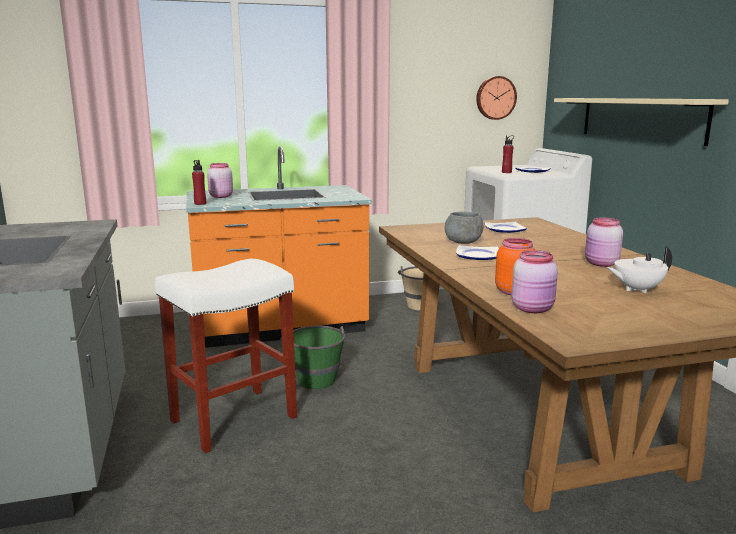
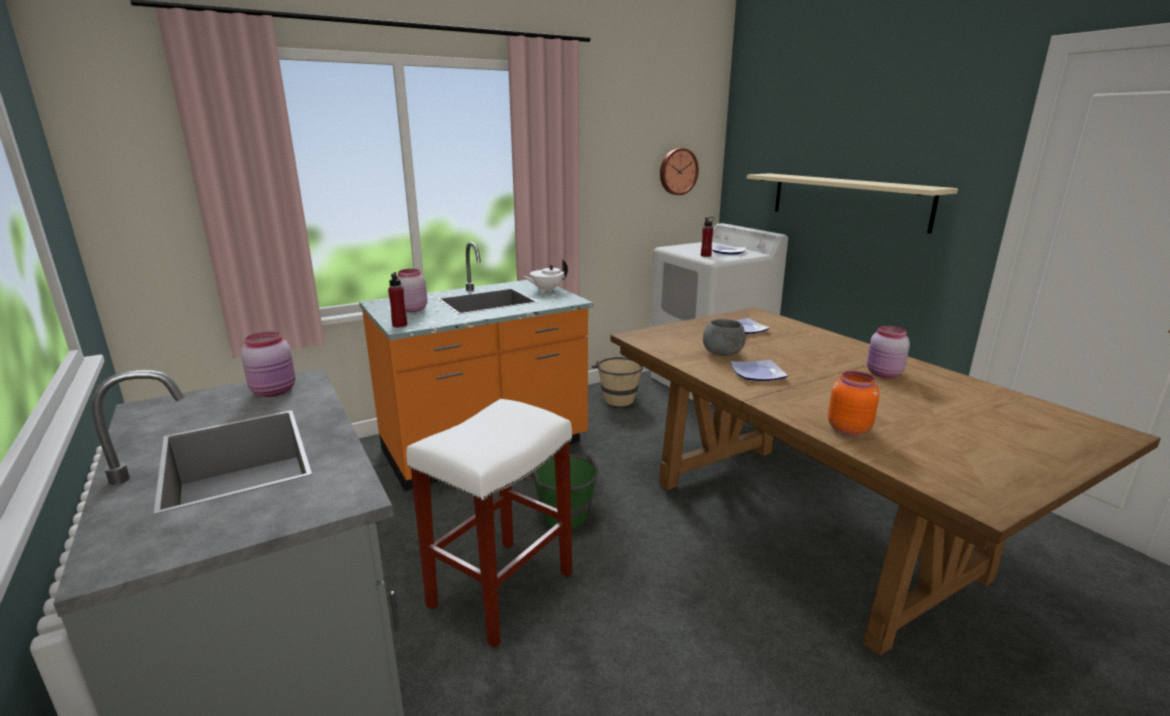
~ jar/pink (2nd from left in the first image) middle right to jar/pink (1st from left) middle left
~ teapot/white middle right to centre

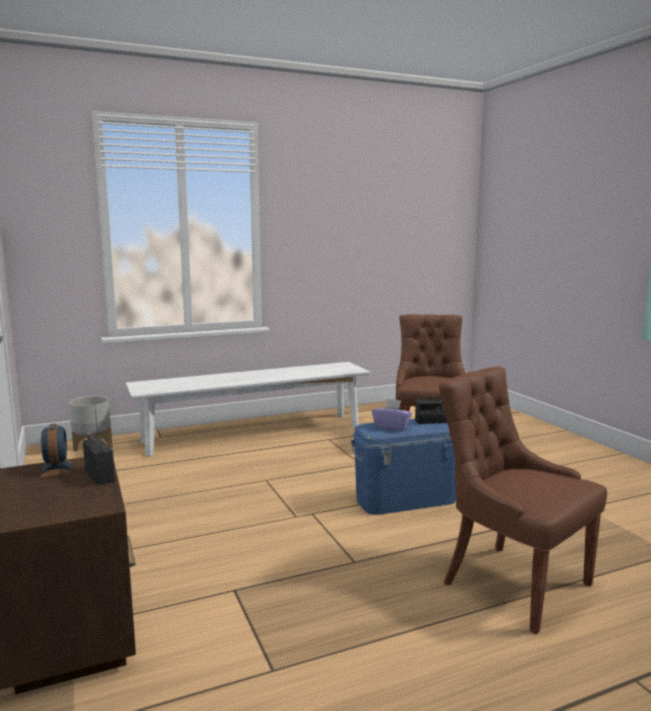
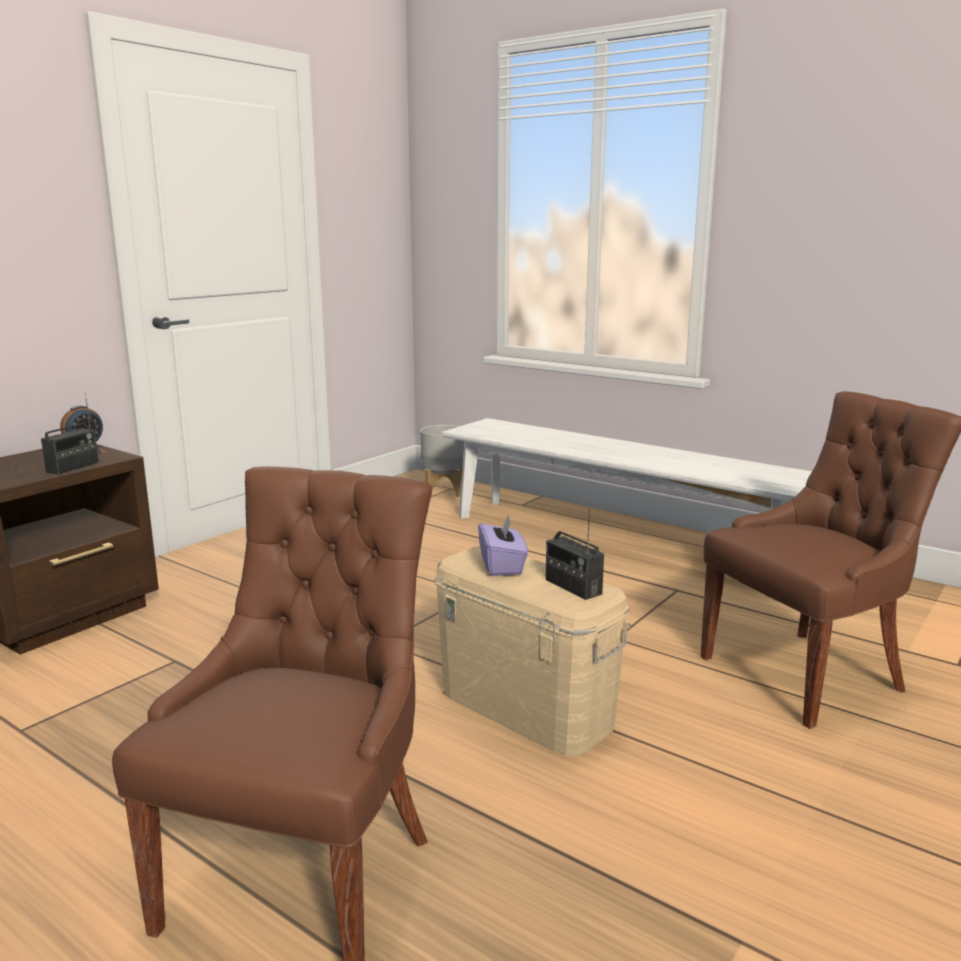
~ storage box/blue centre to storage box/beige bottom centre

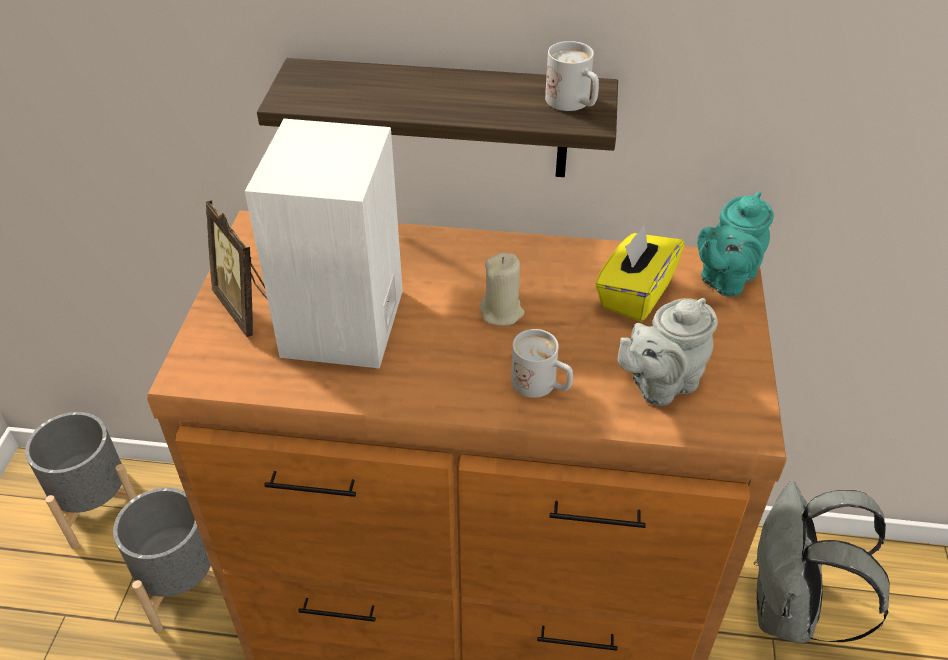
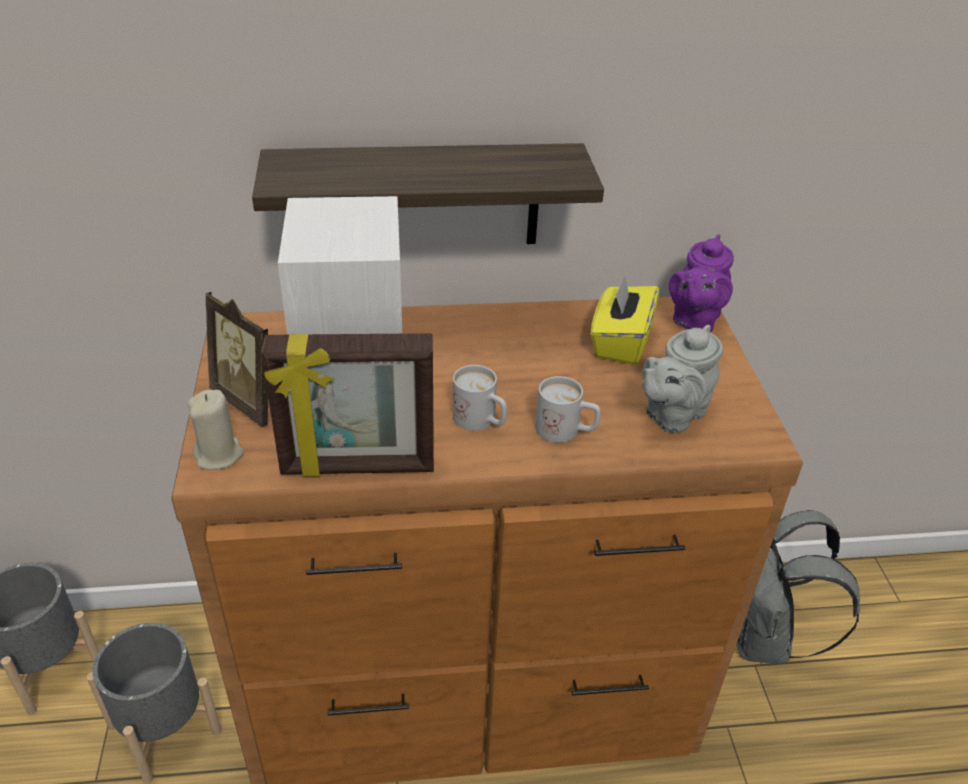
~ candle/beige centre to middle left
~ mug/white (2nd from left in the first image) top centre to mug/white (1st from left) centre
~ teapot/turquoise middle right to teapot/purple middle right
+ picture frame (2nd from left) centre

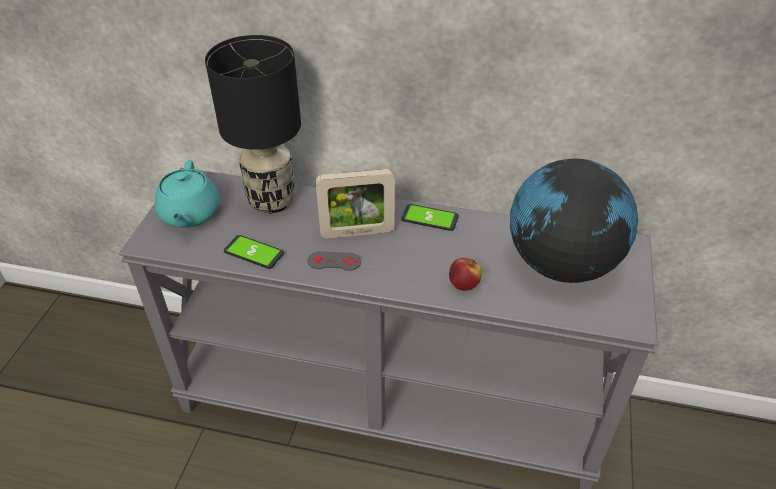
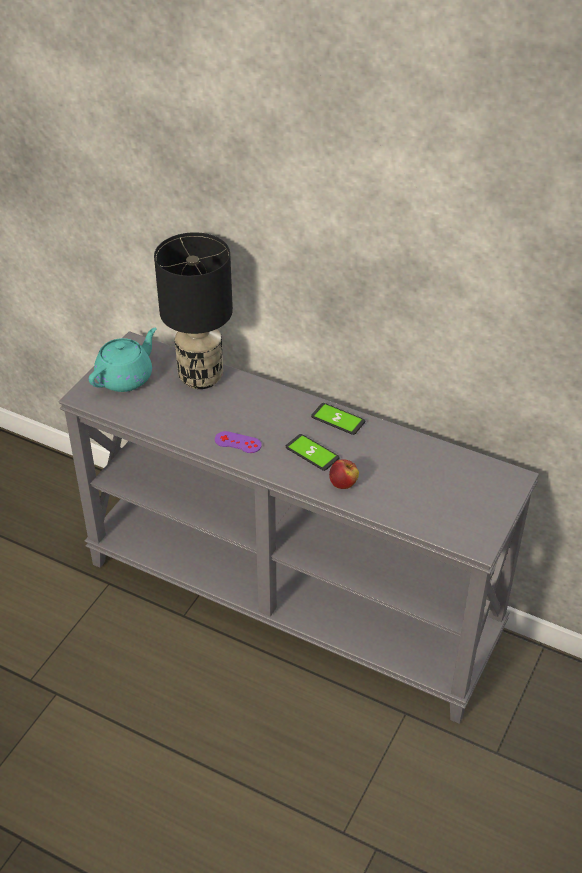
~ teapot/turquoise middle left = middle left 150 degrees counterclockwise
~ phone (1st from left) middle left to centre
~ game controller/grey centre to game controller/purple centre
- picture frame centre
- globe middle right

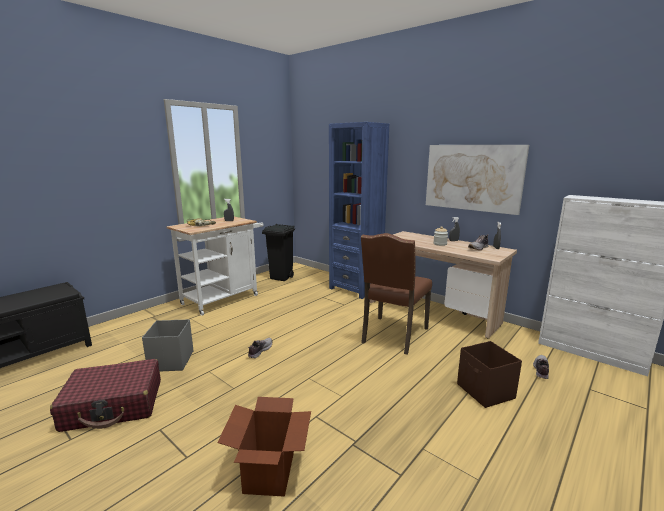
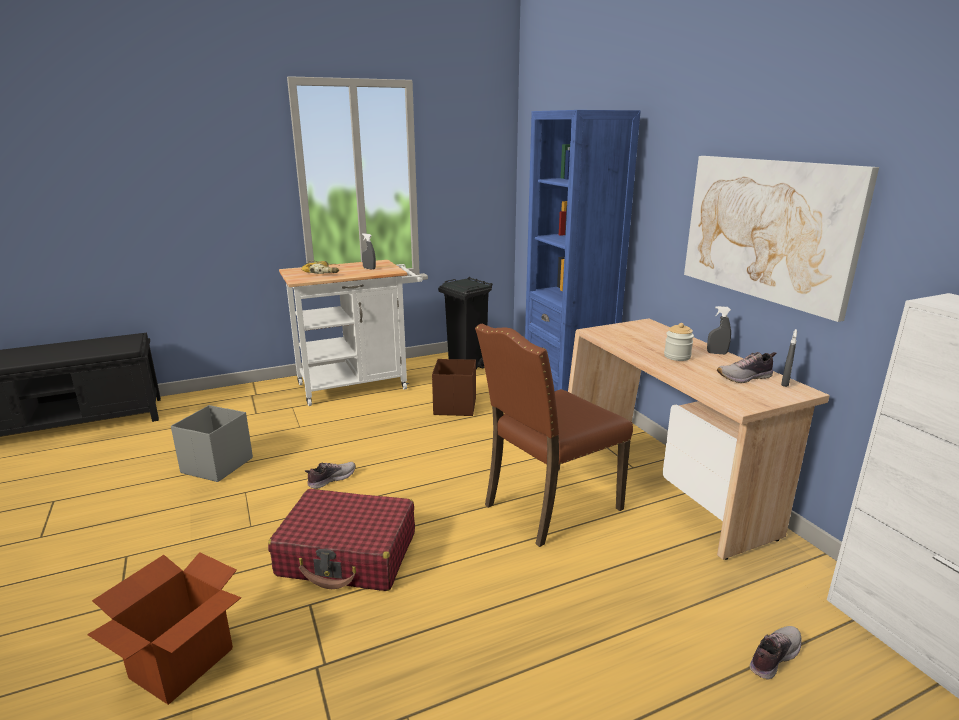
~ suitcase/red bottom left to bottom centre
~ storage box/brown bottom right to centre

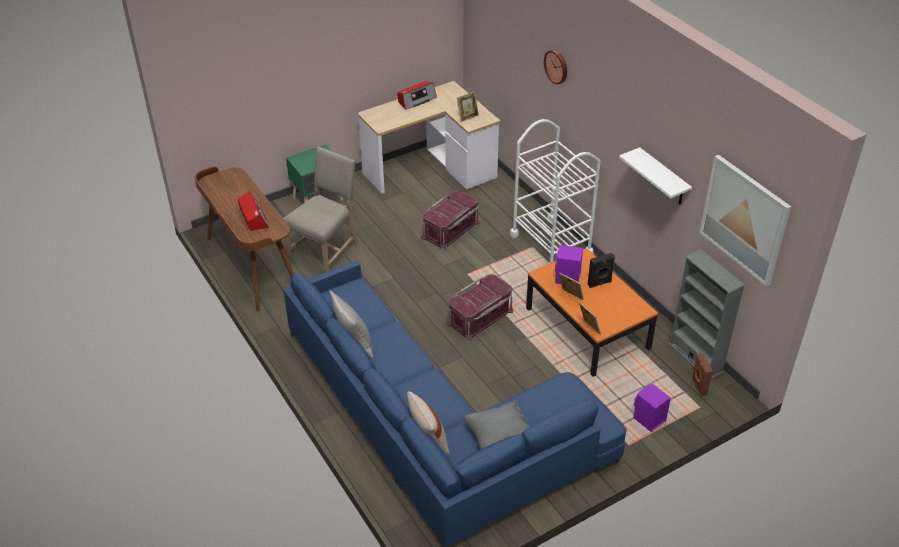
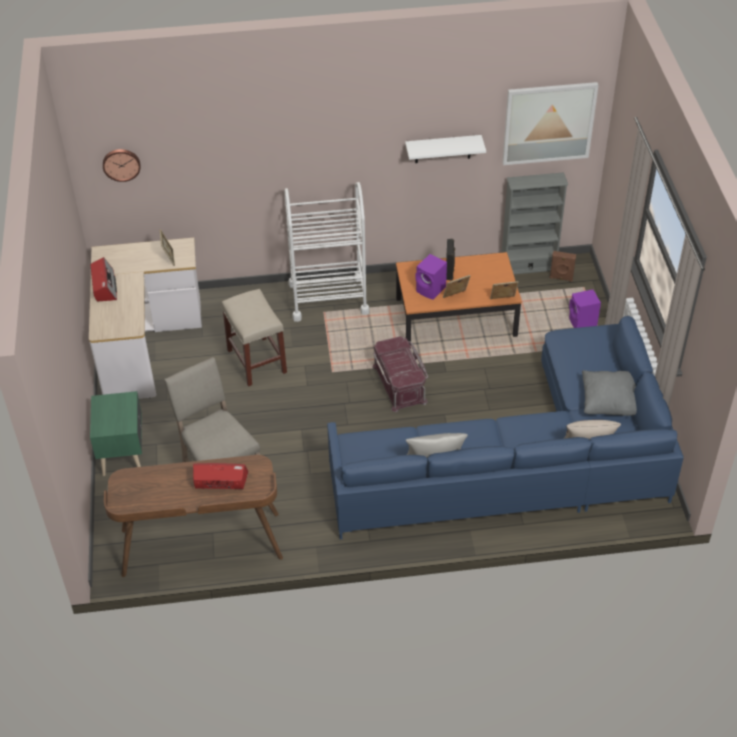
~ storage box/red (1st from left) centre to stool/beige centre
~ wall clock top centre to top left

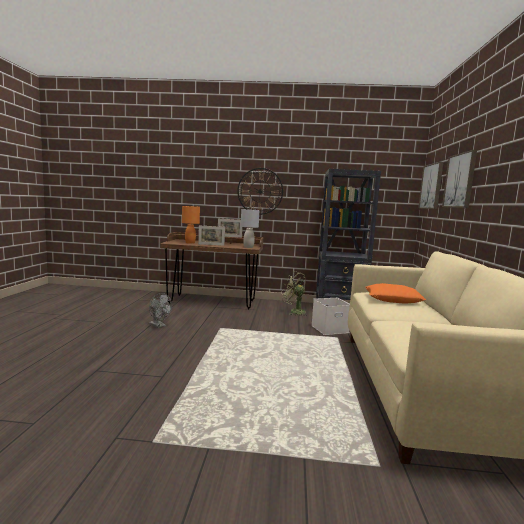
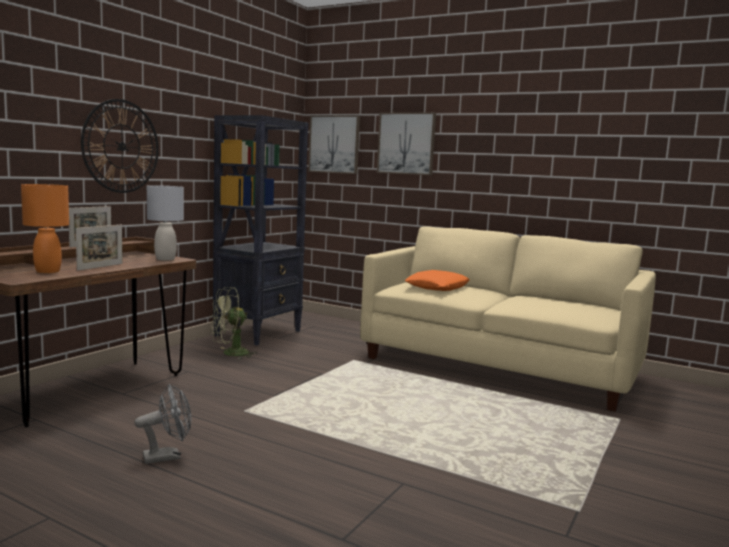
- storage box/white centre

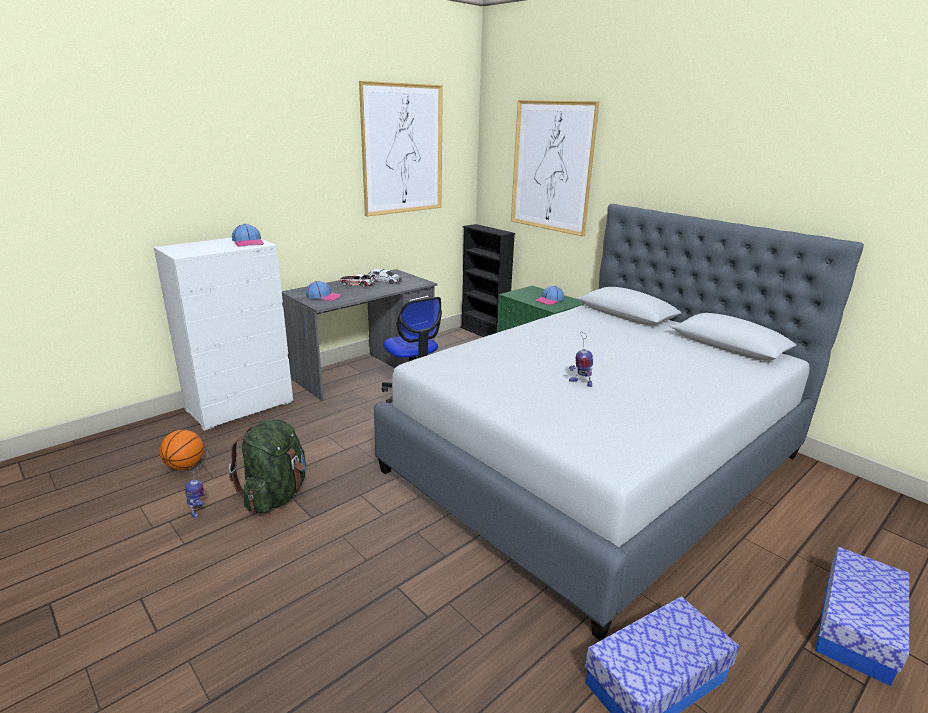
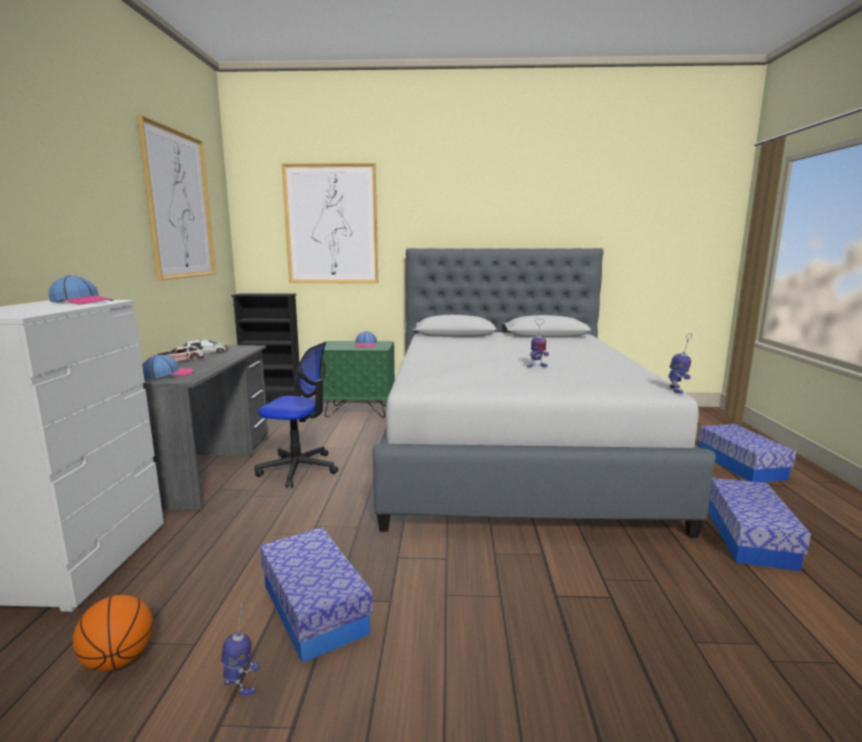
~ backpack/green middle left to storage box (1st from left) bottom centre
+ toy robot (3rd from left) middle right

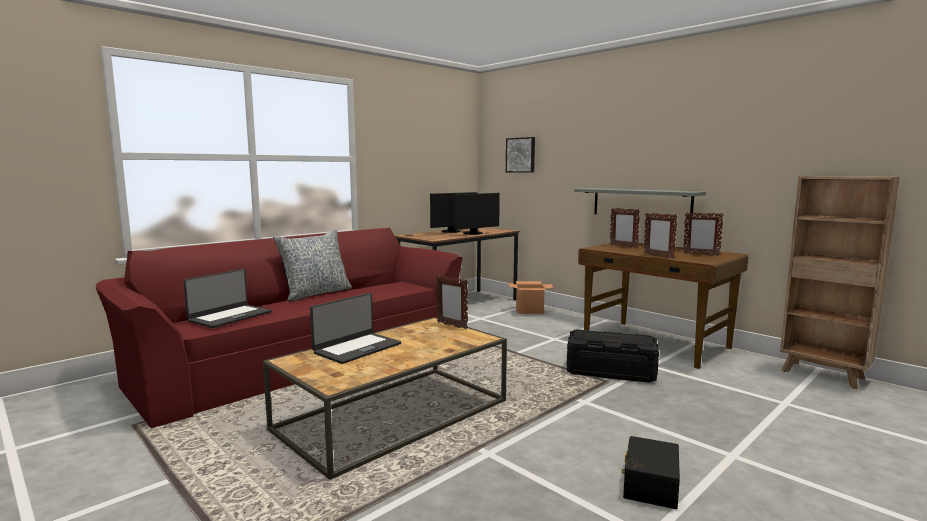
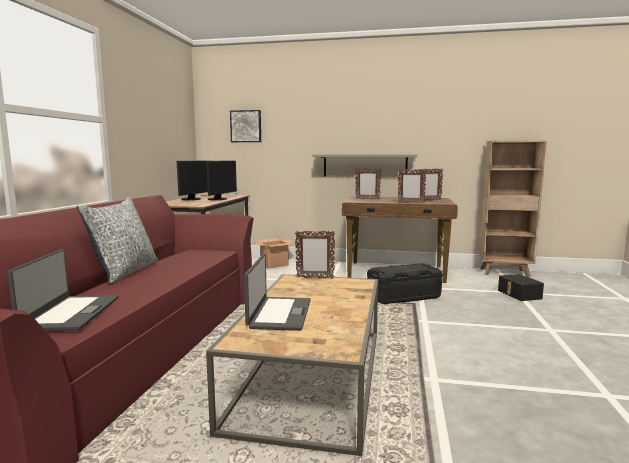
~ storage box/black (2nd from left) bottom right to middle right

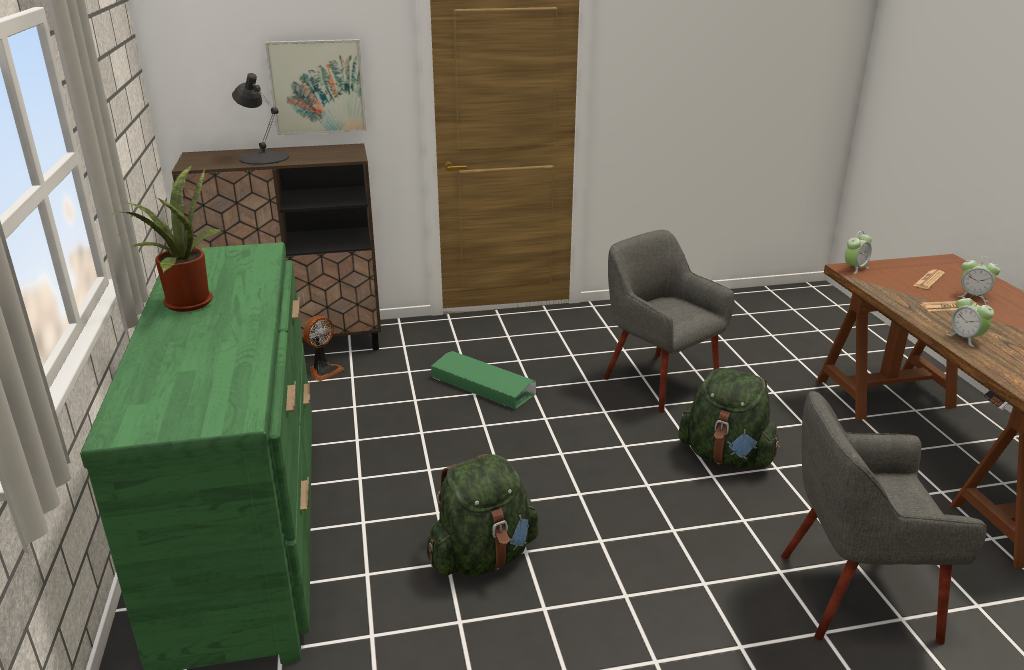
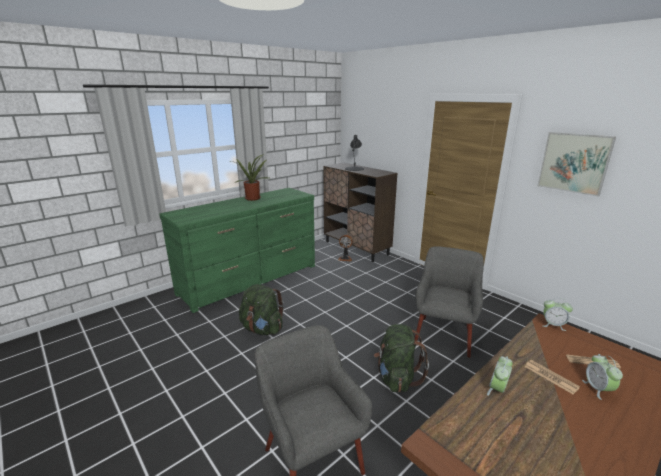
~ picture top left to middle right
- storage box/green centre

